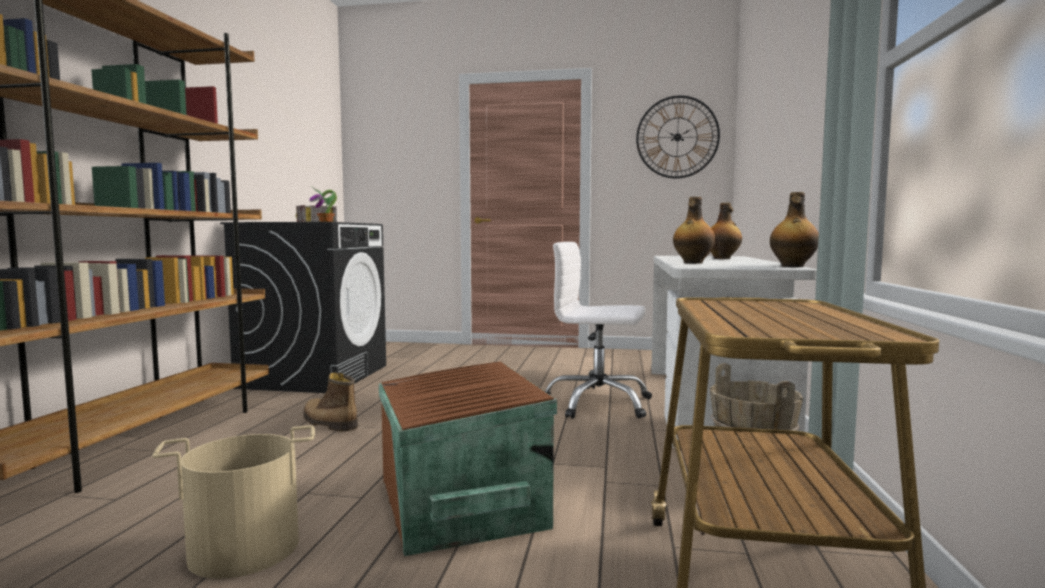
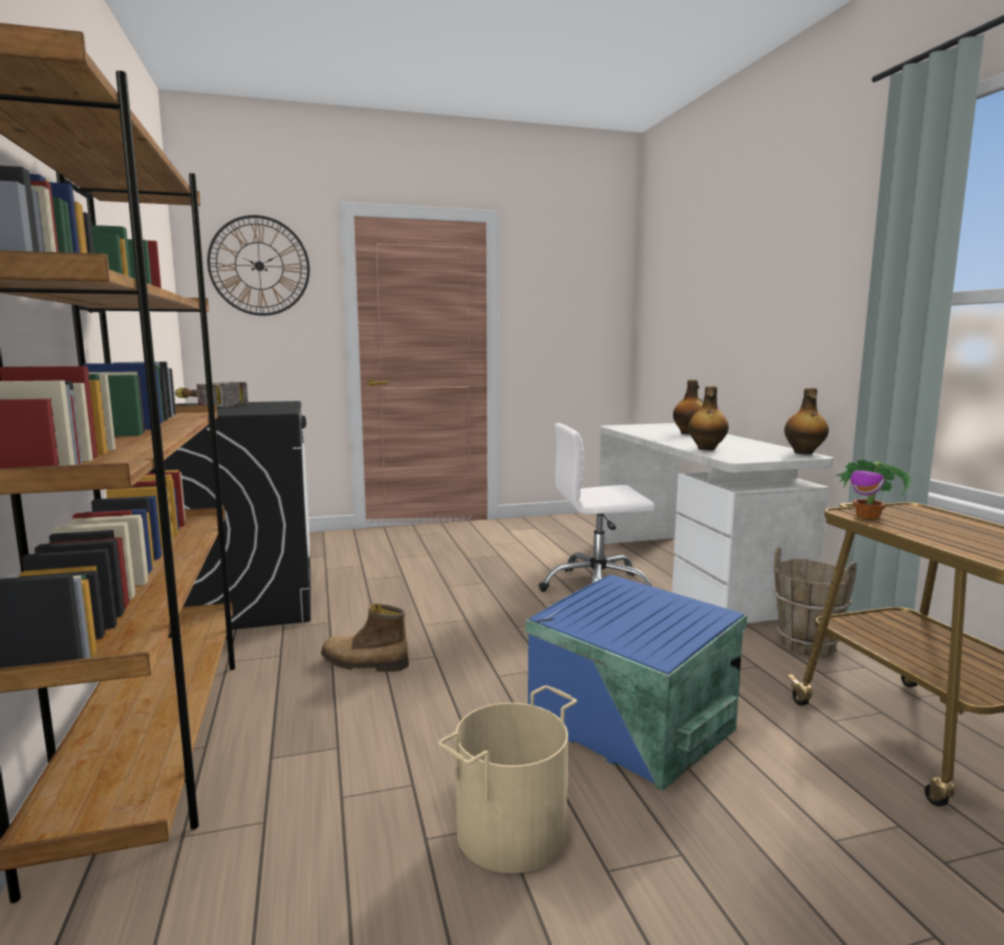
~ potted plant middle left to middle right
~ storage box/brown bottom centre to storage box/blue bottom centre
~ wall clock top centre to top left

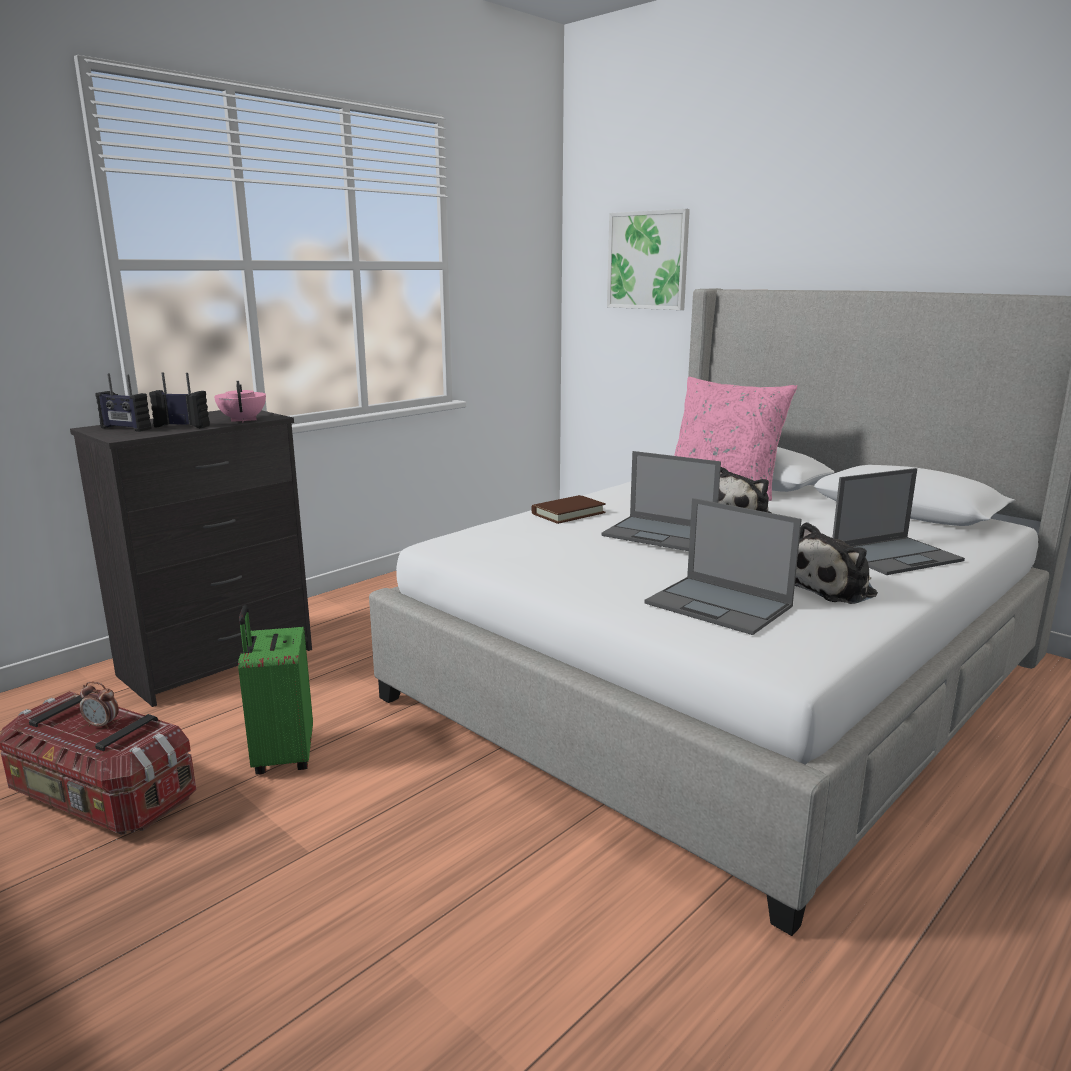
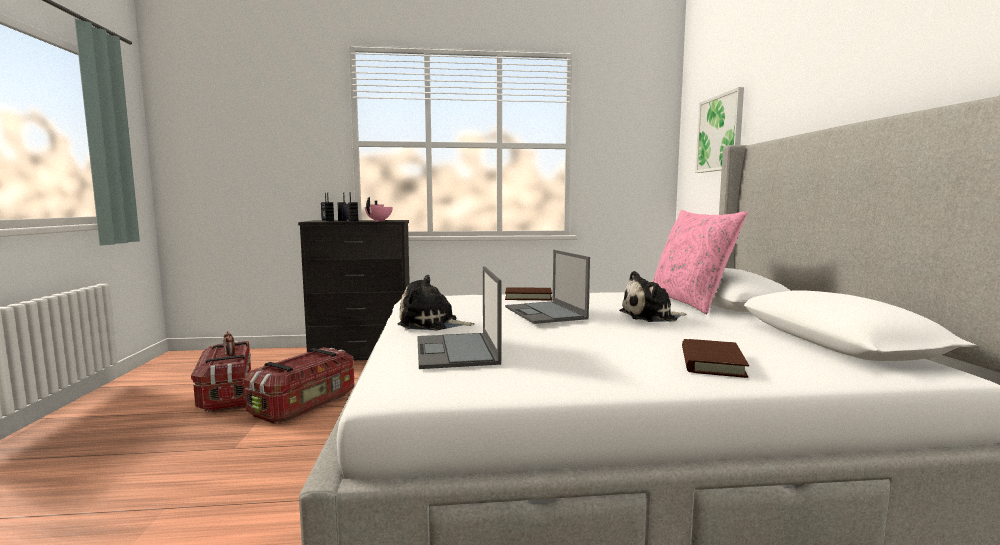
~ suitcase/green middle left to storage box (2nd from left) bottom left
~ plush toy (2nd from left in the first image) middle right to plush toy (1st from left) centre
~ laptop (3rd from left) middle right to book/brown (2nd from left) middle right

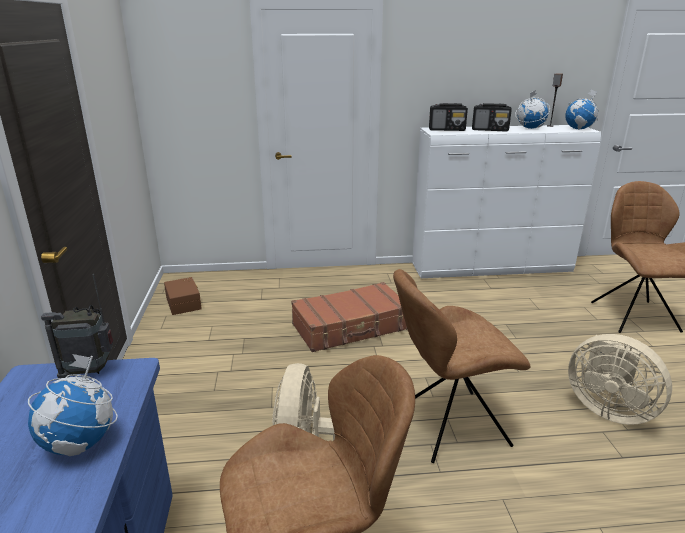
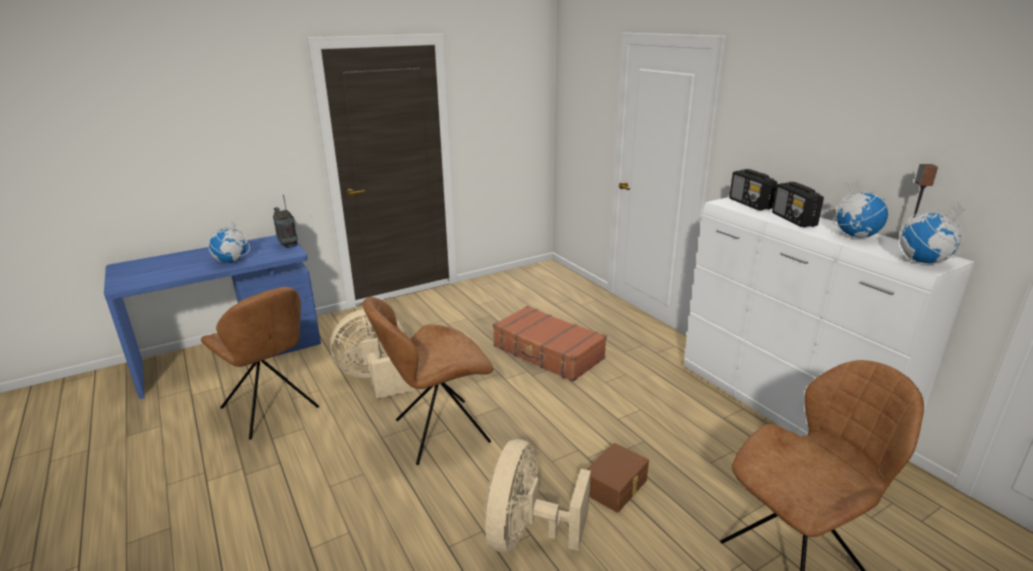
~ storage box/brown middle left to bottom centre
~ chair/brown (2nd from left) bottom right = bottom centre 75 degrees counterclockwise

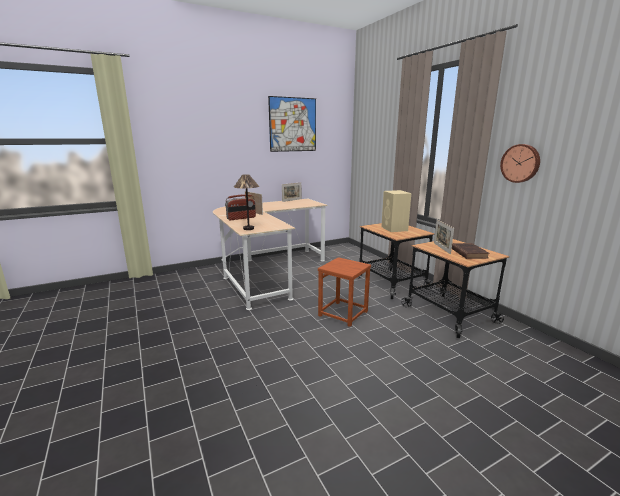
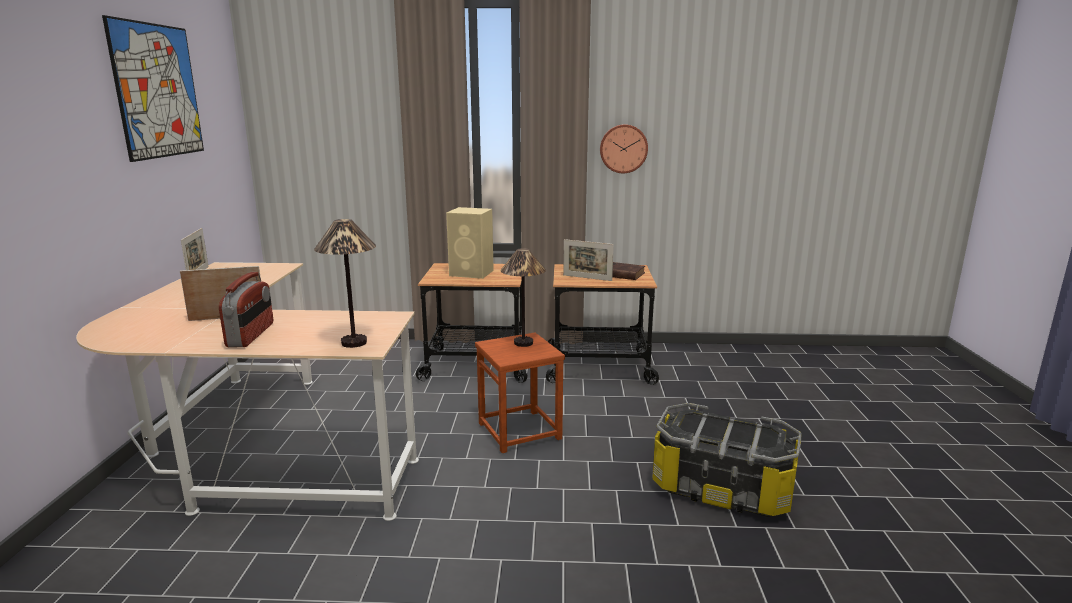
+ table lamp (2nd from left) centre
+ storage box bottom right

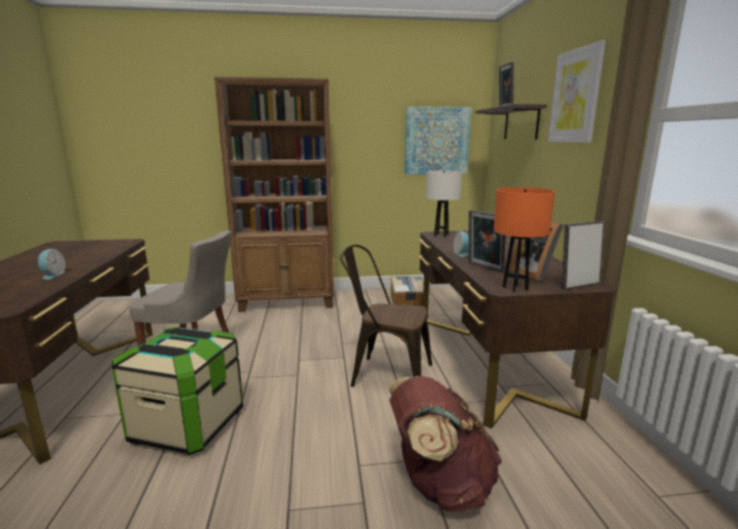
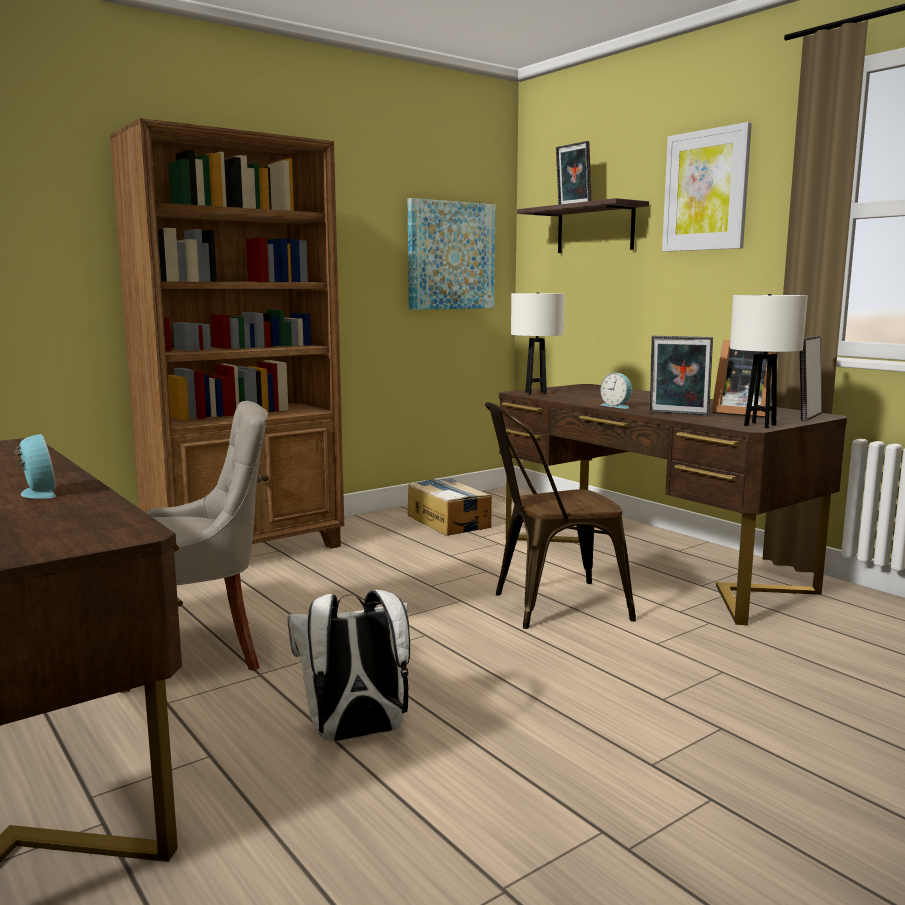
~ storage box bottom left to backpack/white bottom centre
- backpack/brown bottom centre
~ table lamp/orange middle right to table lamp/white (2nd from left) middle right

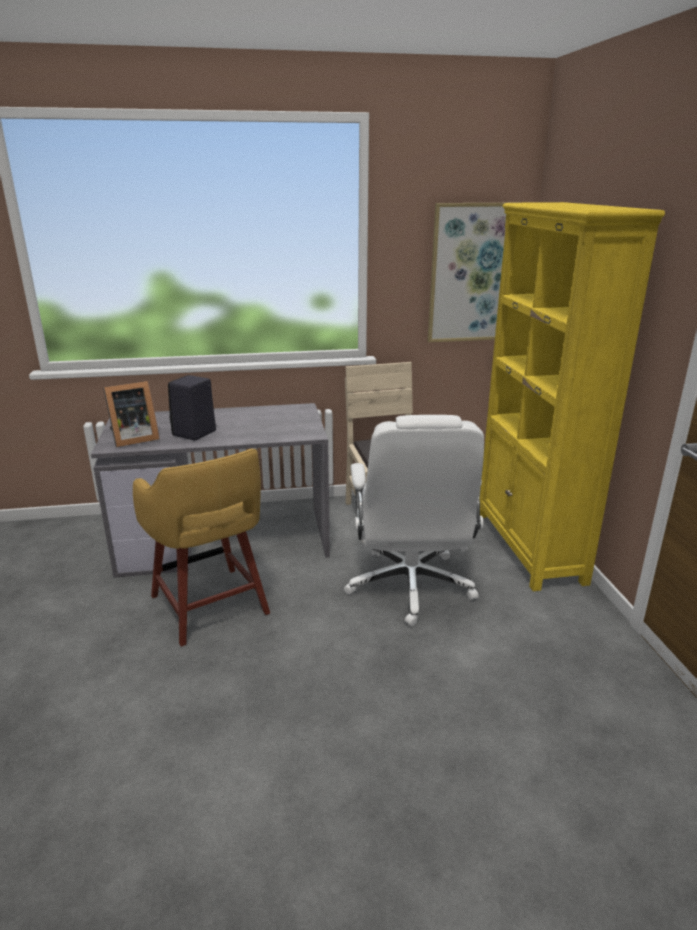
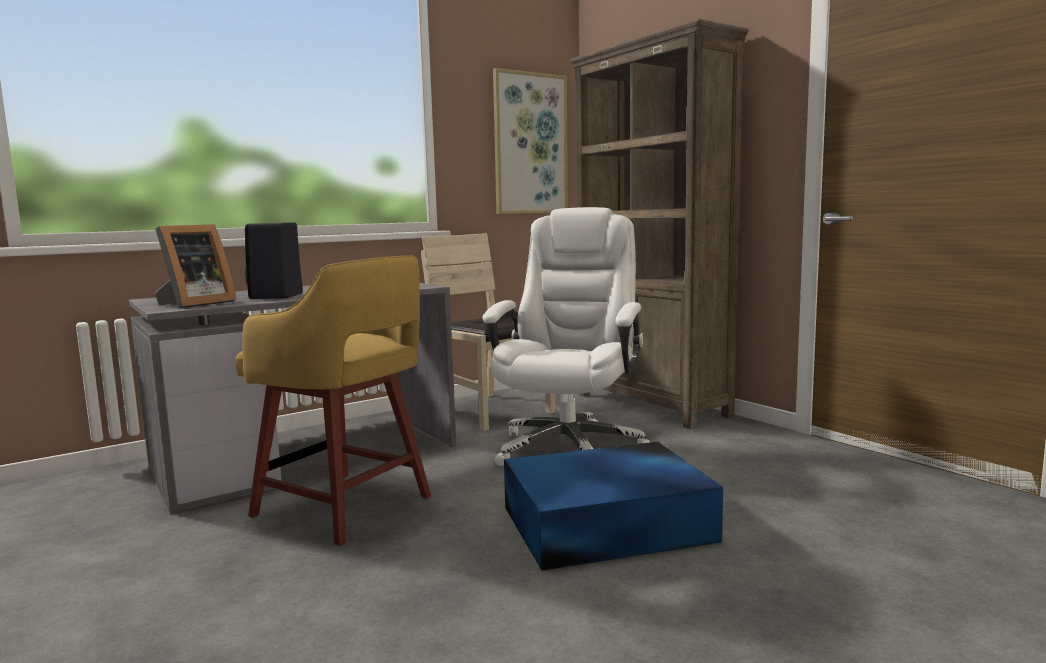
~ office chair/white centre = centre 135 degrees counterclockwise
~ bookcase/yellow middle right to bookcase/brown centre
+ storage box/blue bottom centre

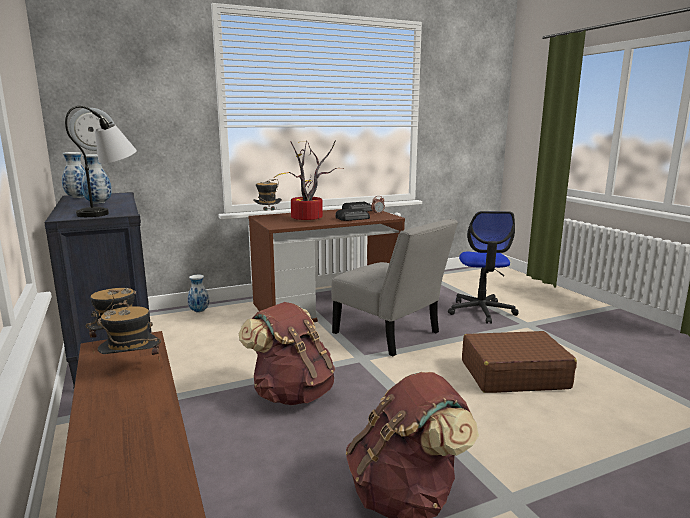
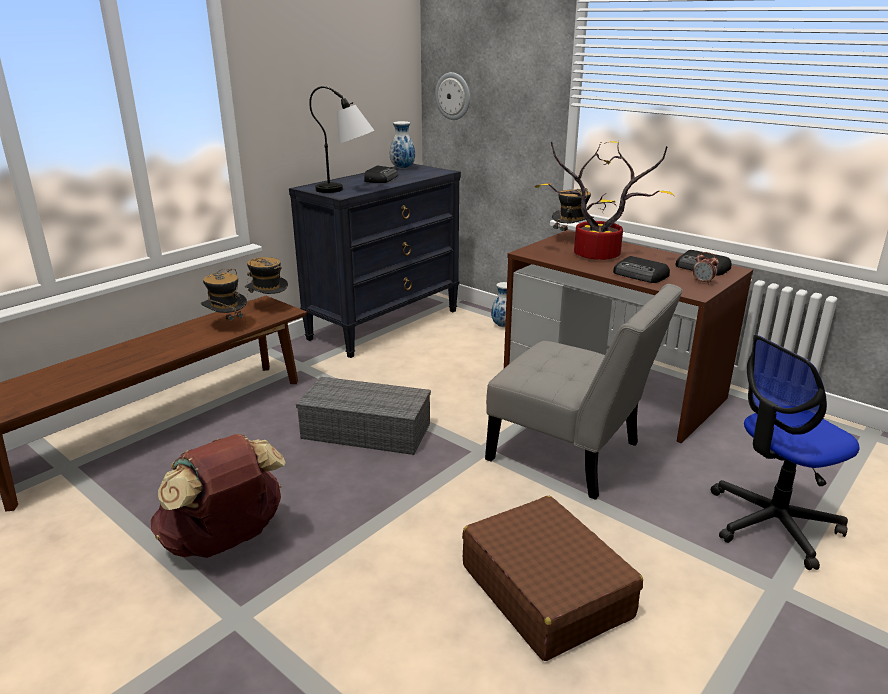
~ vase (2nd from left) middle left to radio (1st from left) top centre
~ backpack/brown (1st from left) bottom centre to storage box/grey centre
~ chair/grey centre = centre 75 degrees counterclockwise

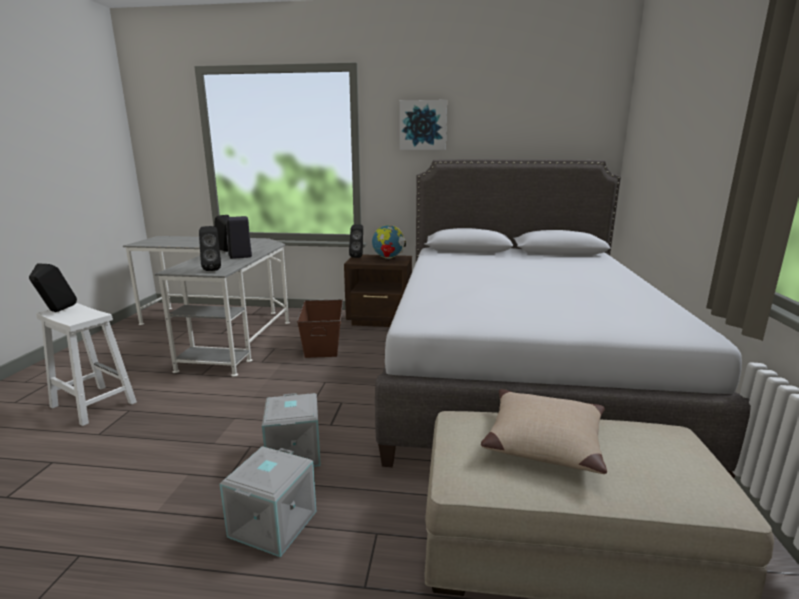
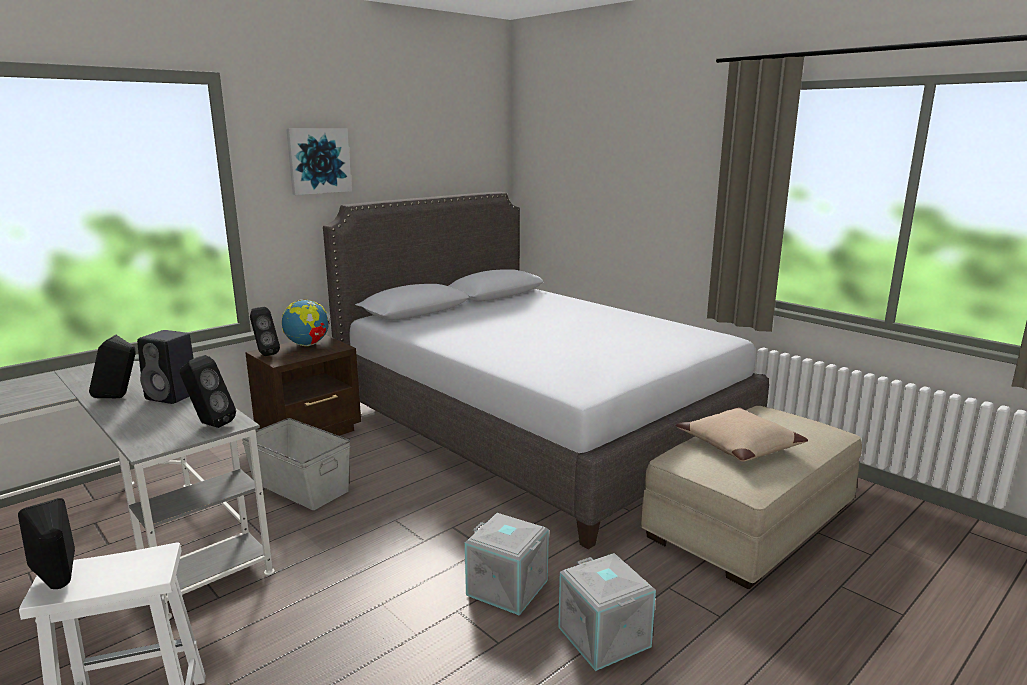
~ storage box/brown centre to storage box/grey (1st from left) bottom left

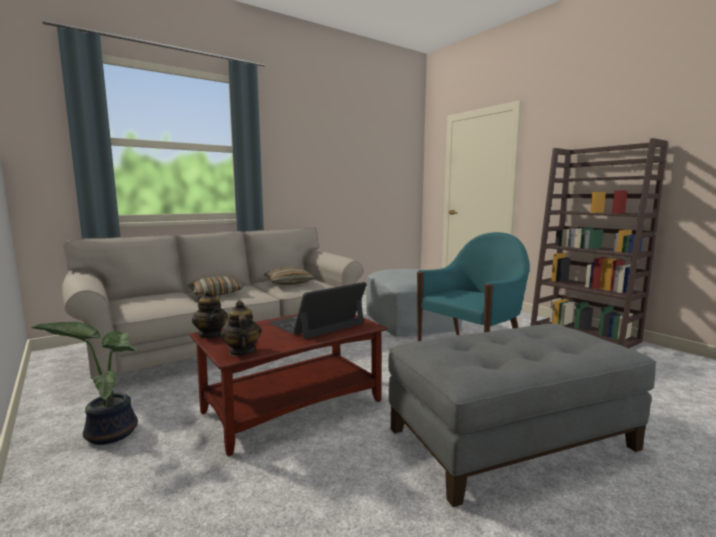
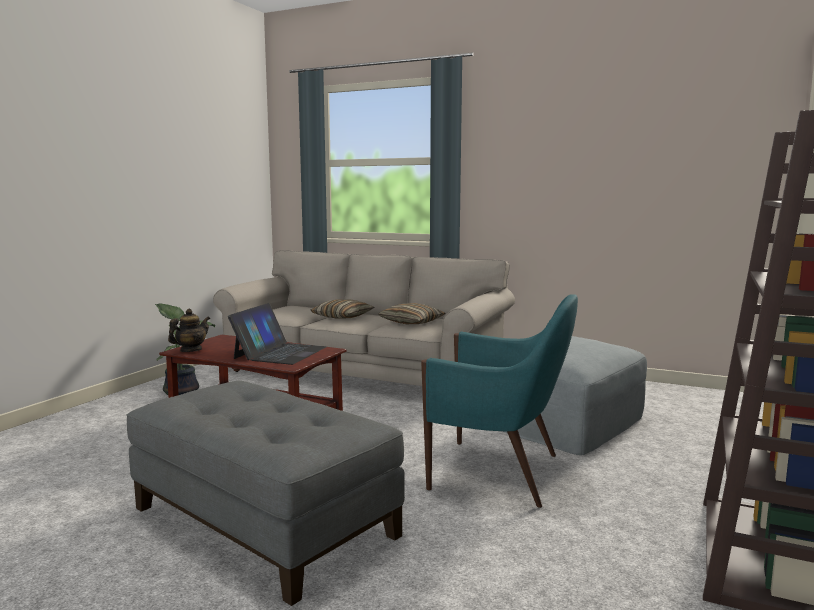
- teapot (1st from left) middle left
~ laptop centre = centre 90 degrees clockwise

